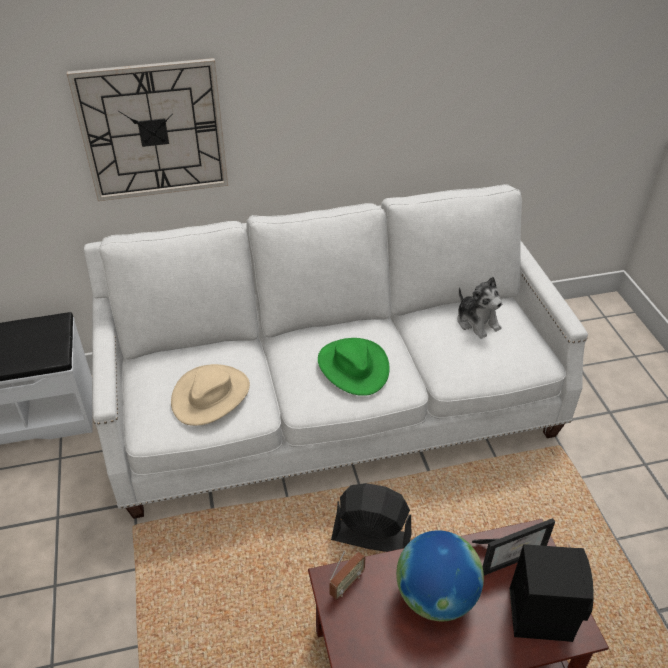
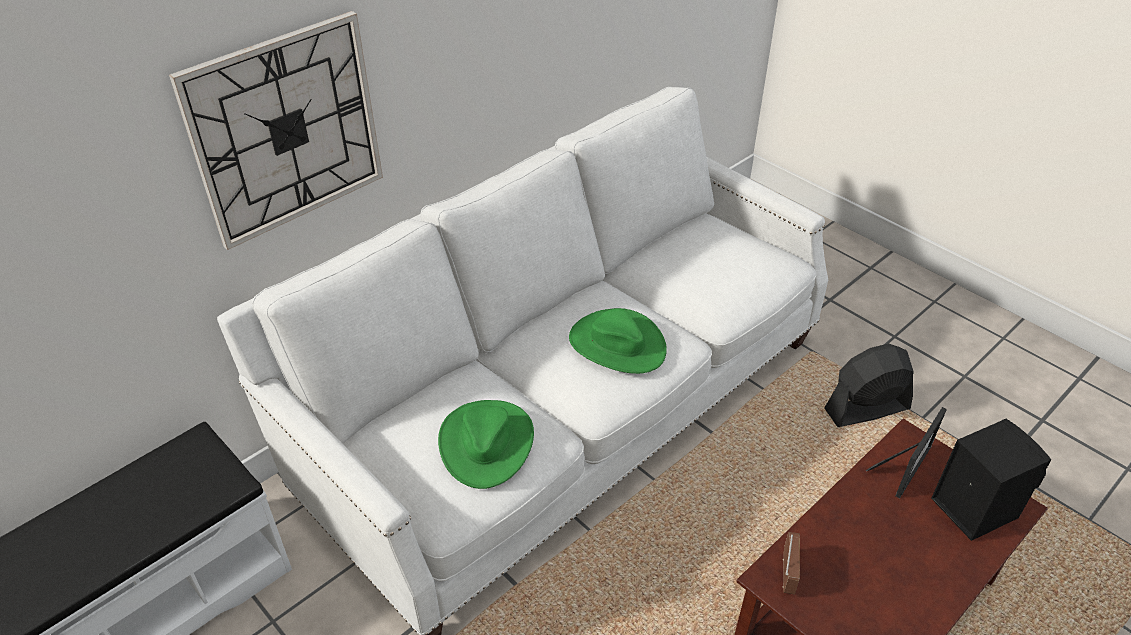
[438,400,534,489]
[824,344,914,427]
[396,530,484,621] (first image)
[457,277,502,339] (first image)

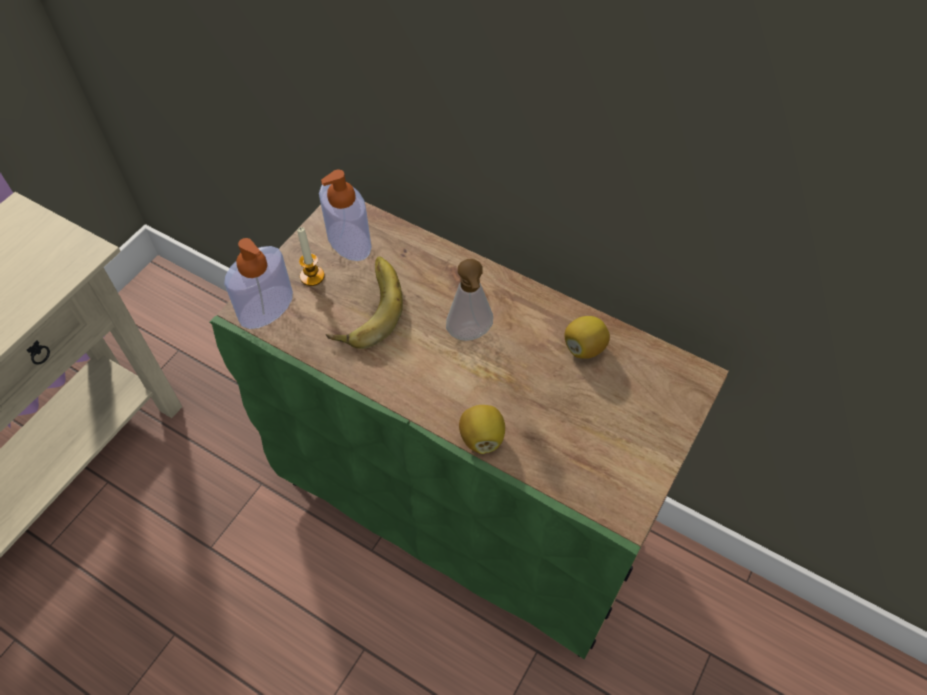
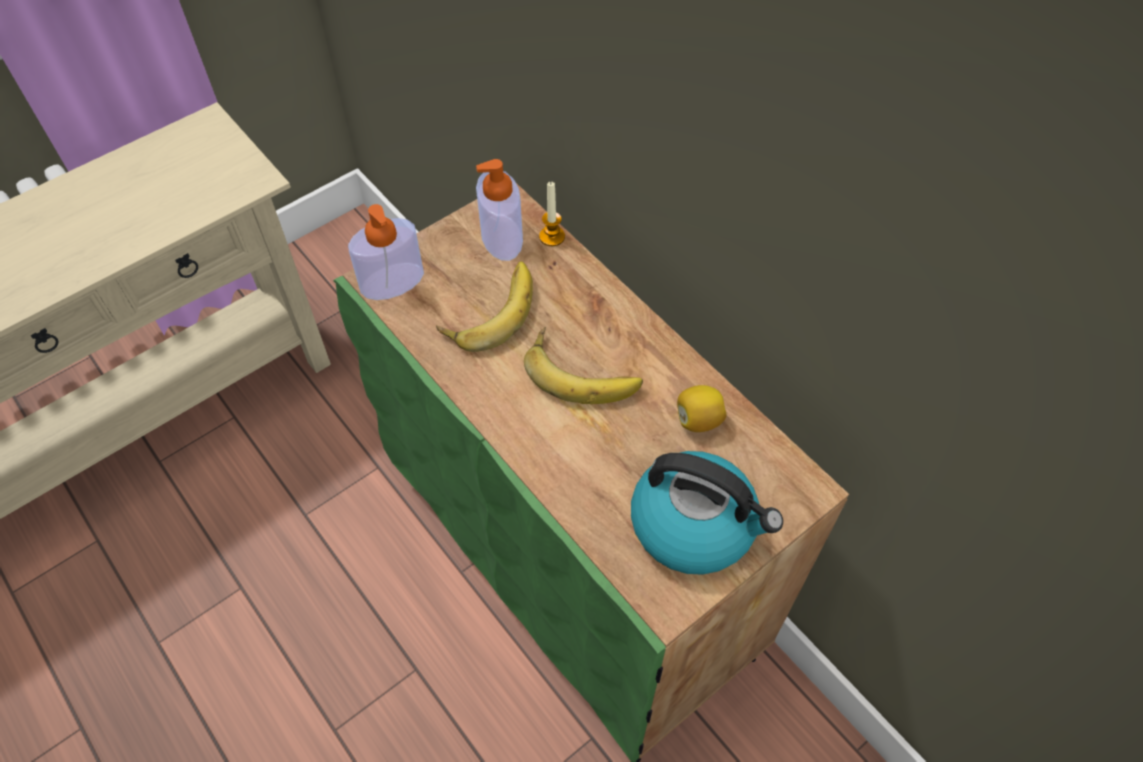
[539,182,565,246]
[524,327,643,404]
[459,405,505,454] (first image)
[631,451,783,575]

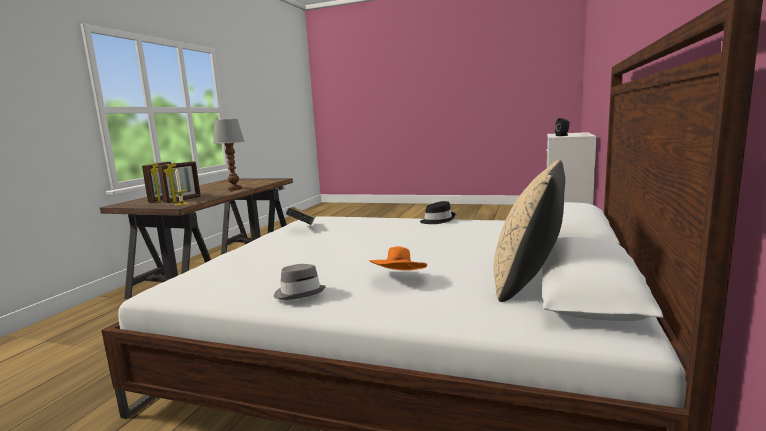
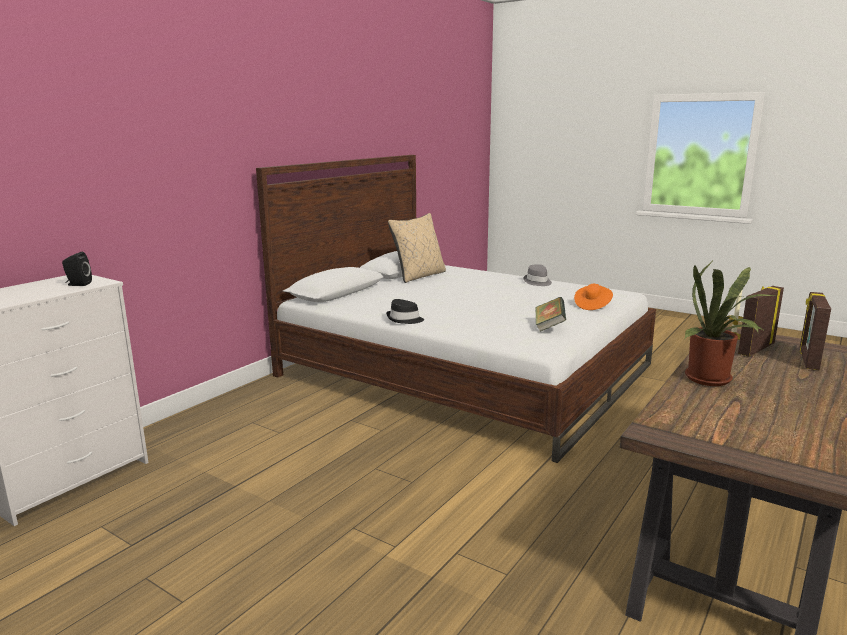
[685,258,775,386]
[574,284,613,310]

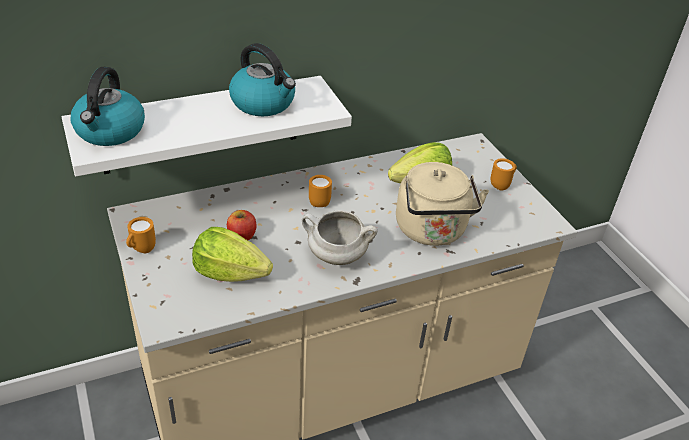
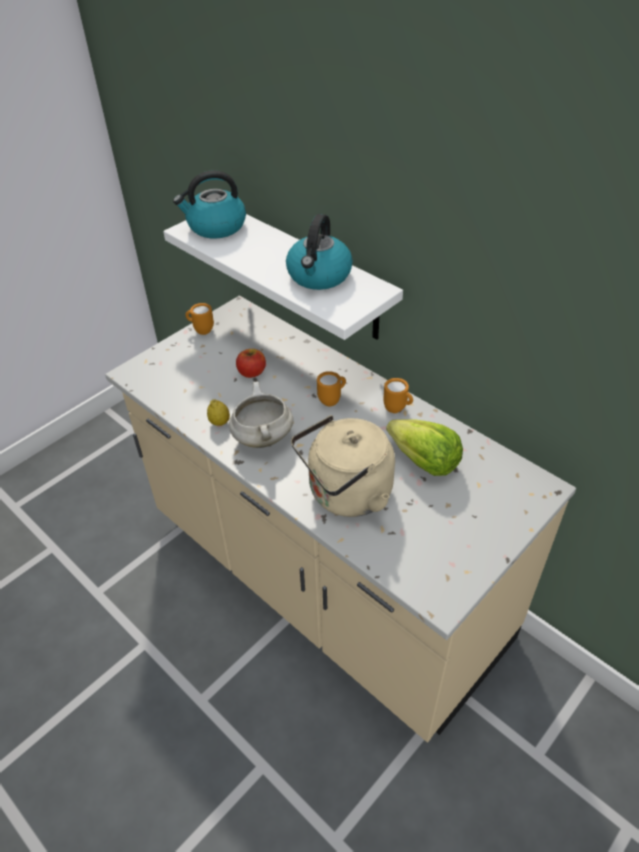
[192,227,273,282] (first image)
[384,378,413,413]
[207,399,230,426]

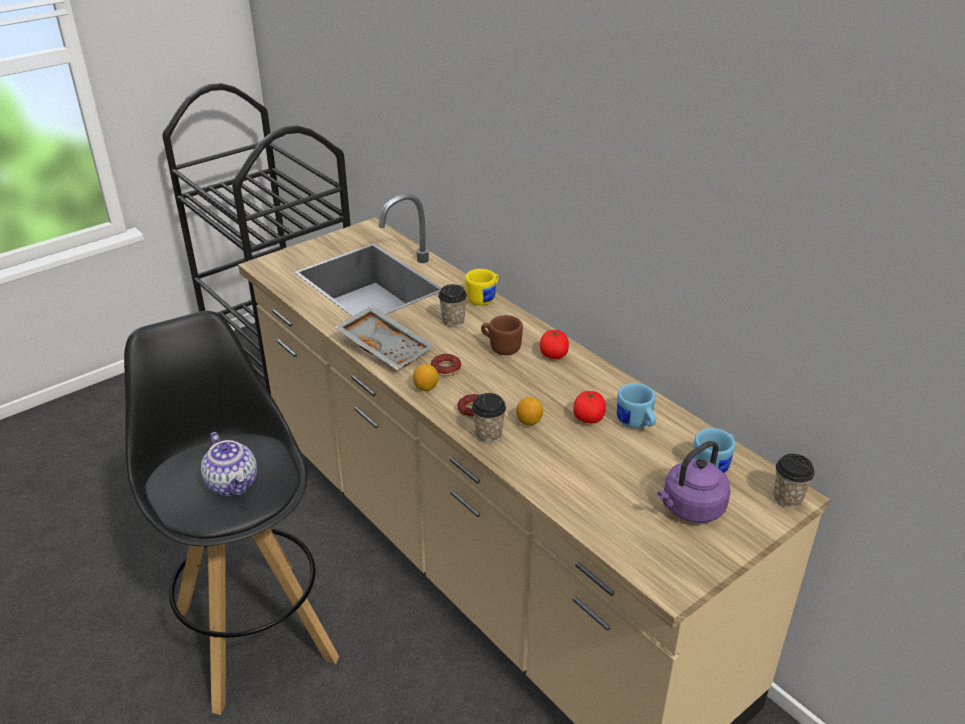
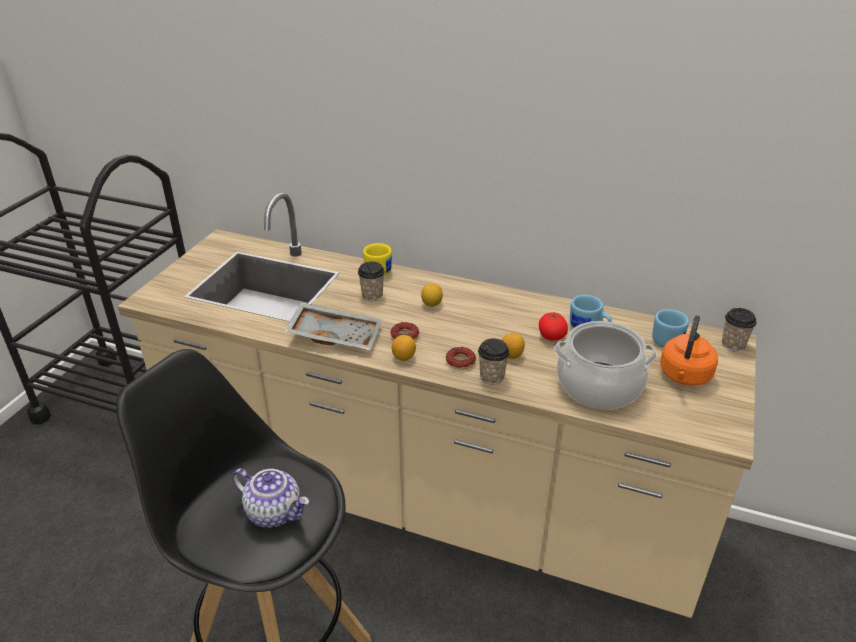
[421,283,443,307]
[540,330,569,359] (first image)
[660,315,718,386]
[554,321,657,410]

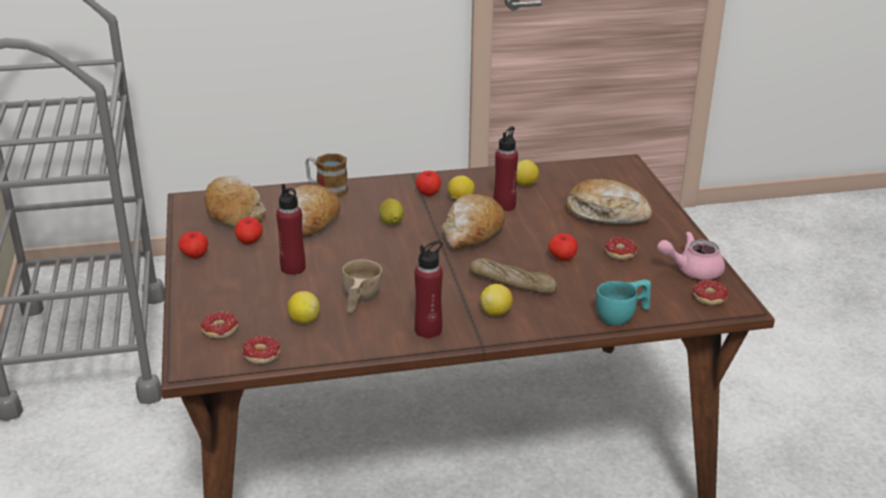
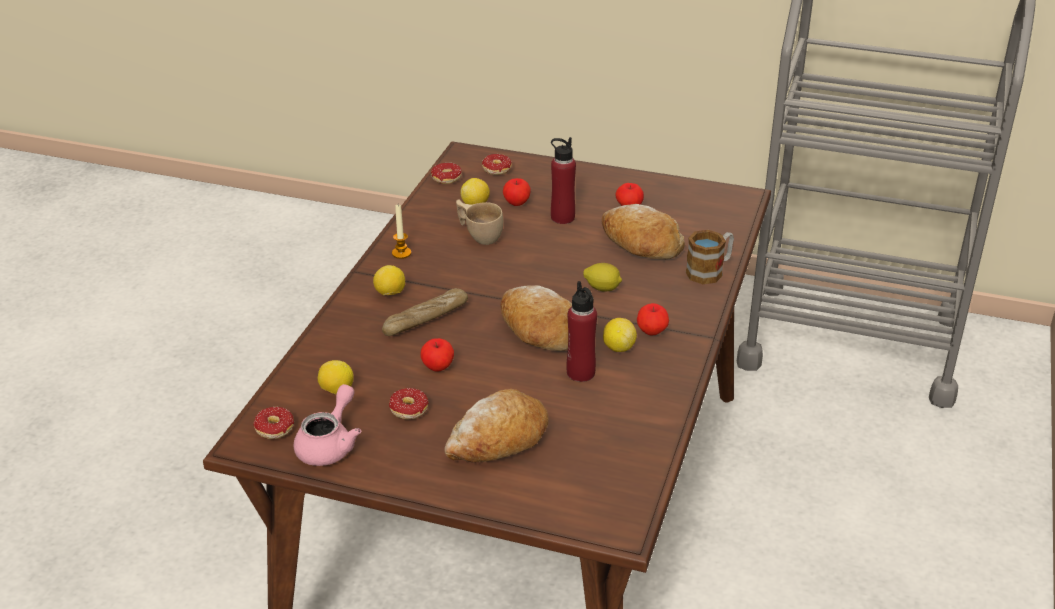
[503,178,531,206]
[204,176,266,228] (first image)
[392,205,411,259]
[318,360,354,394]
[596,279,651,325] (first image)

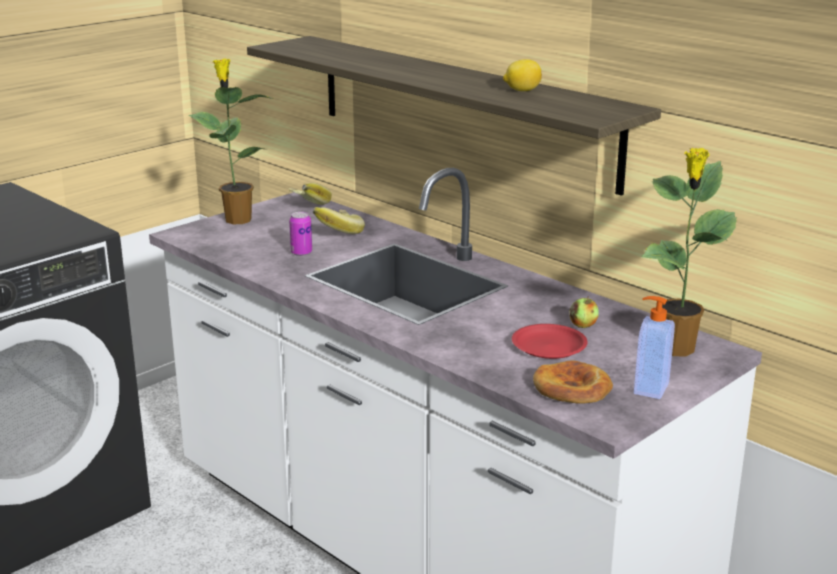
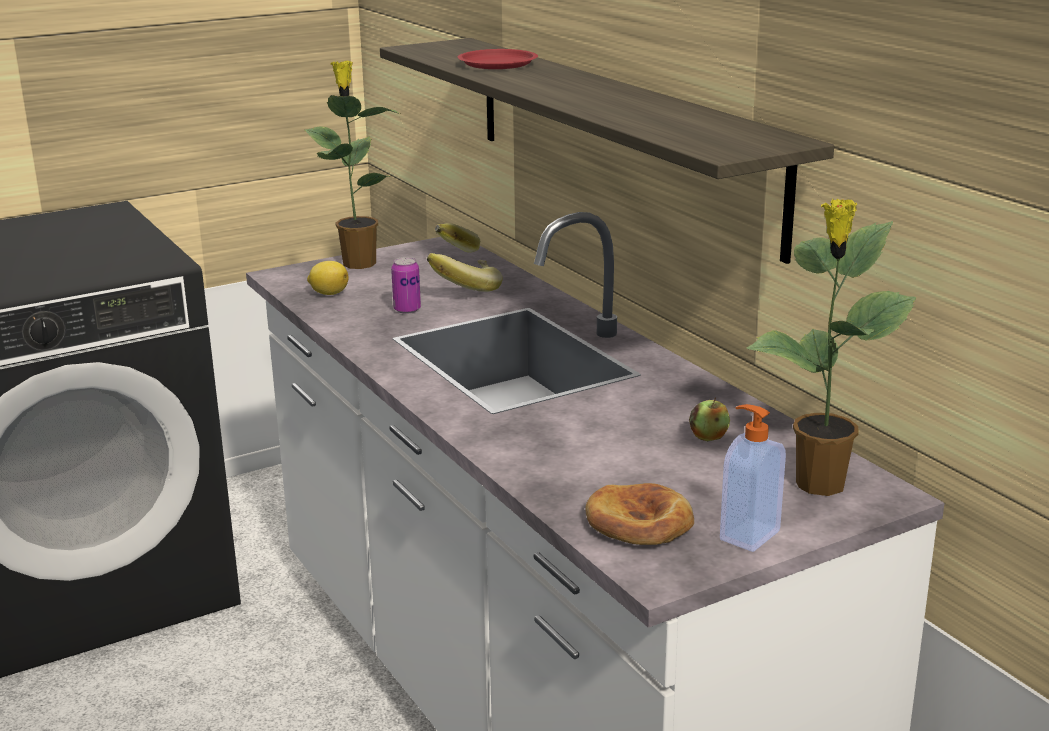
[307,261,349,295]
[457,49,538,69]

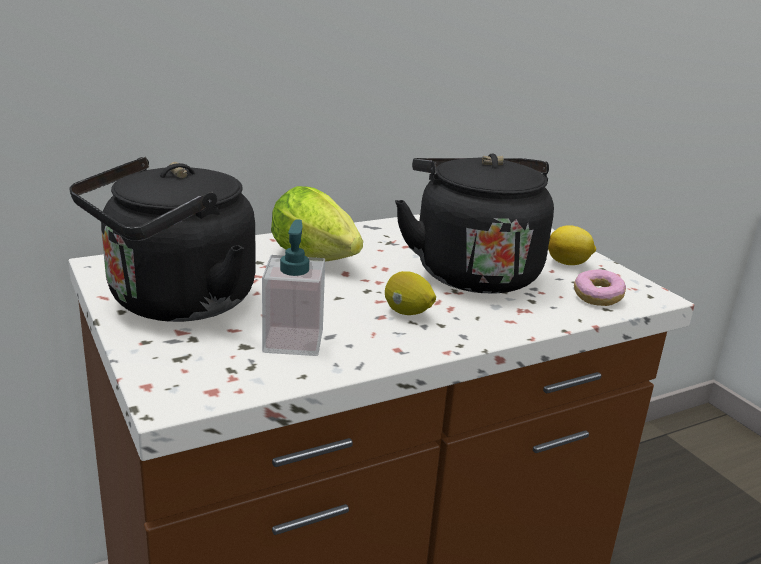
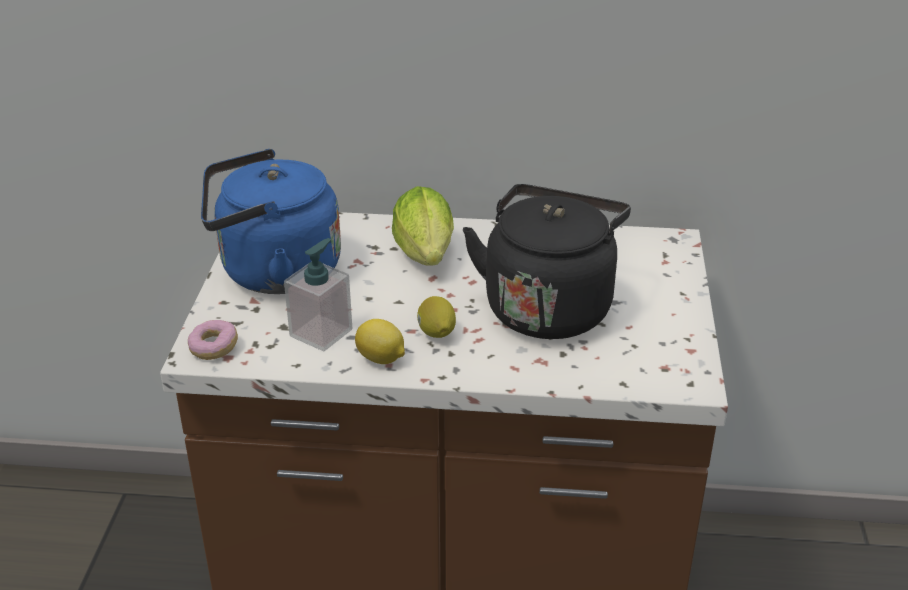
[201,149,341,294]
[355,319,405,364]
[188,320,238,360]

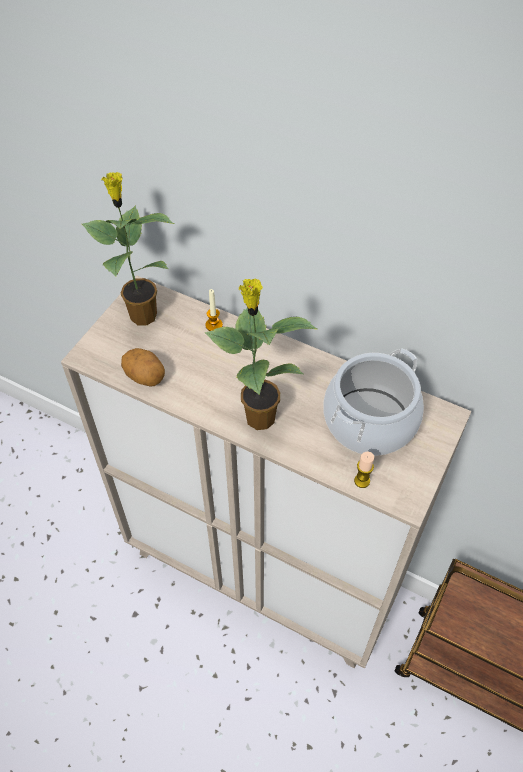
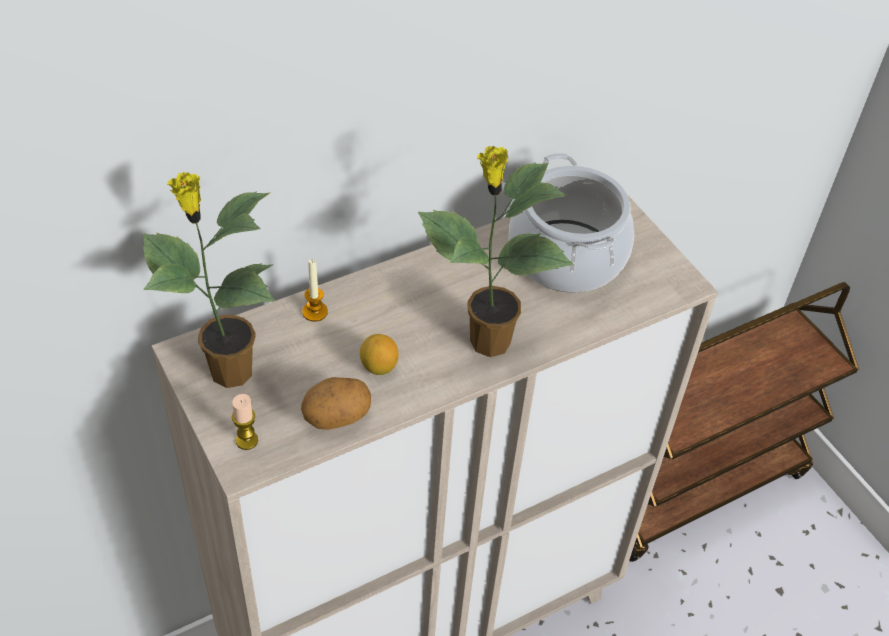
[232,394,258,450]
[360,334,399,375]

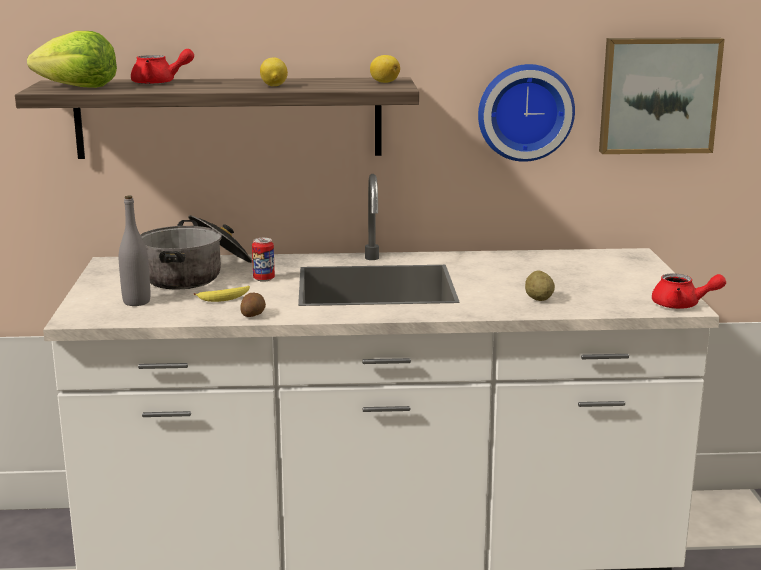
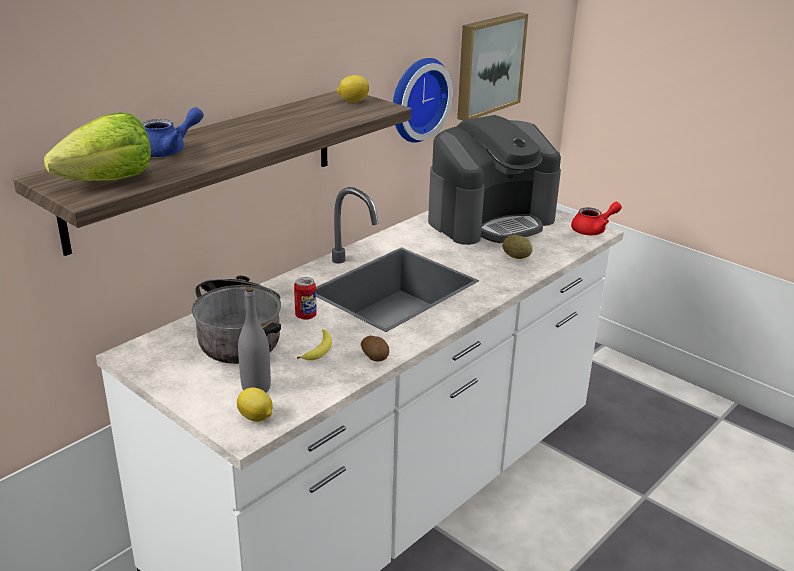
[142,107,204,157]
[237,387,273,422]
[428,115,561,245]

